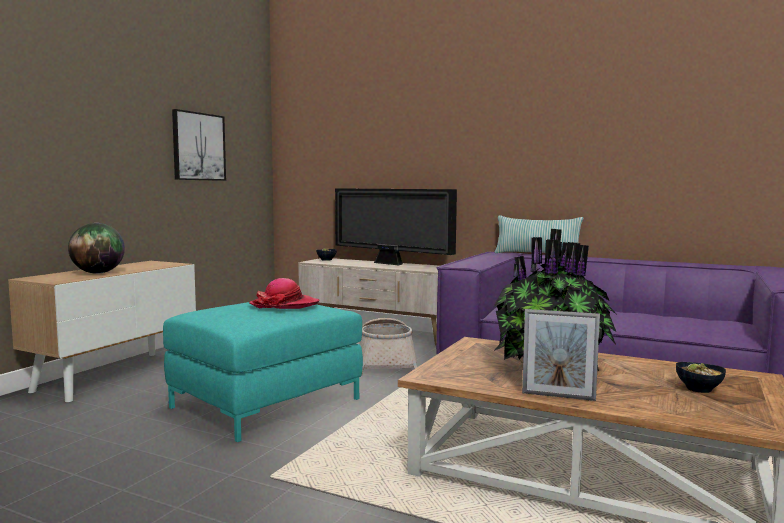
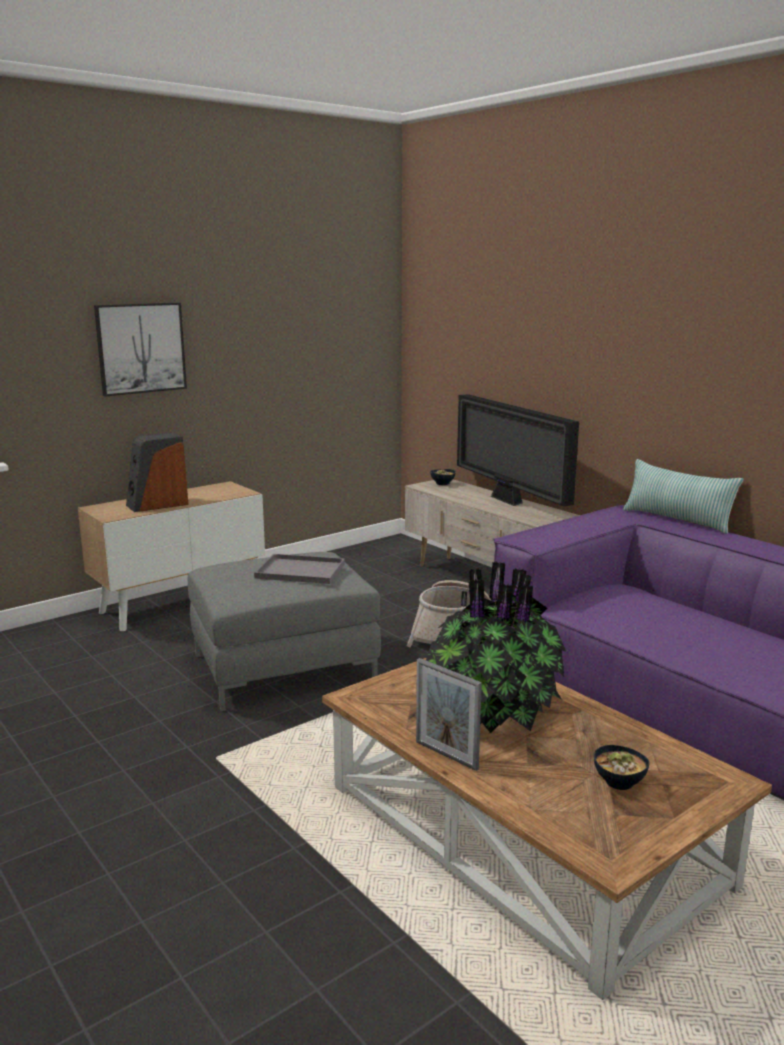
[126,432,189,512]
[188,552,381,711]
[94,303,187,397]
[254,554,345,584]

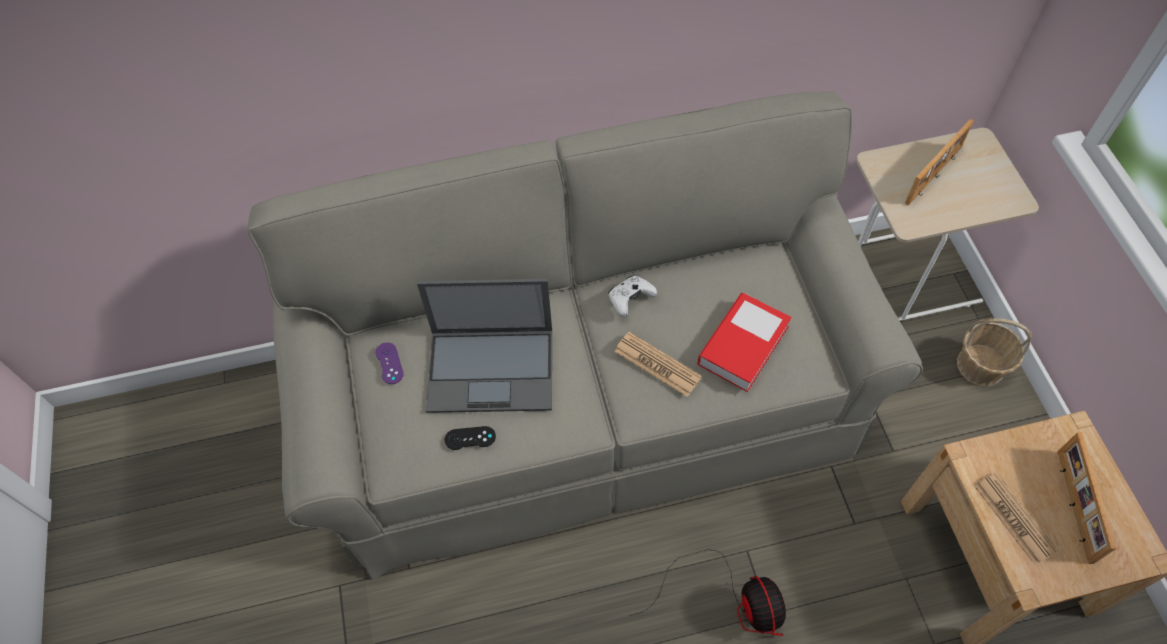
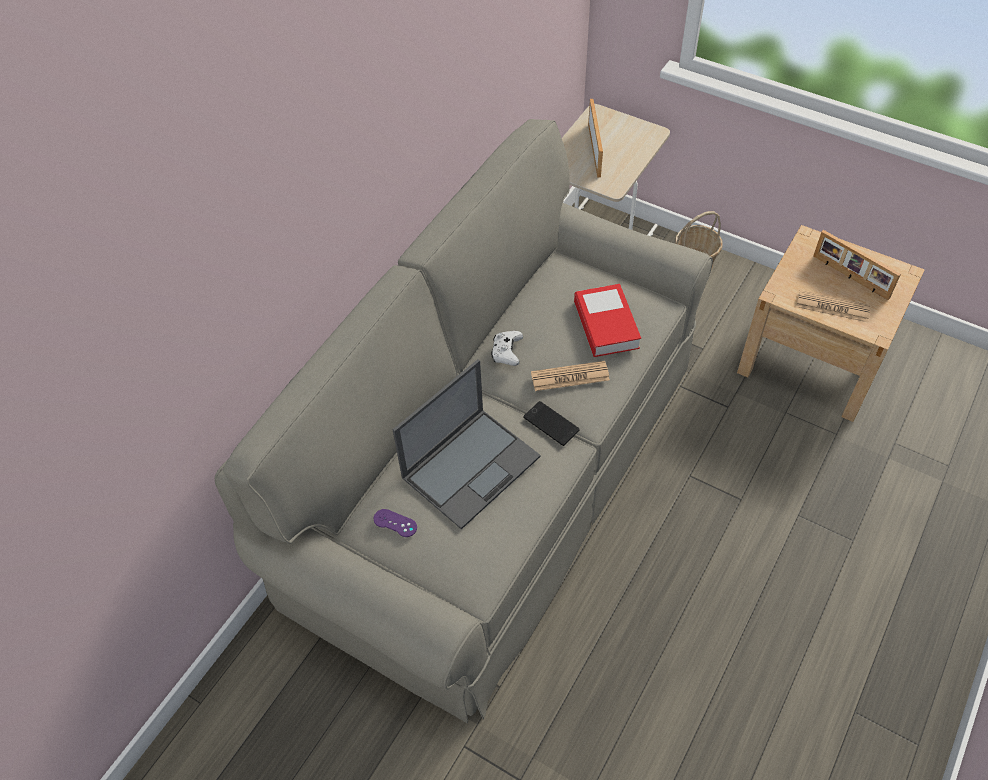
[445,426,496,450] (first image)
[629,549,786,636] (first image)
[524,401,579,446]

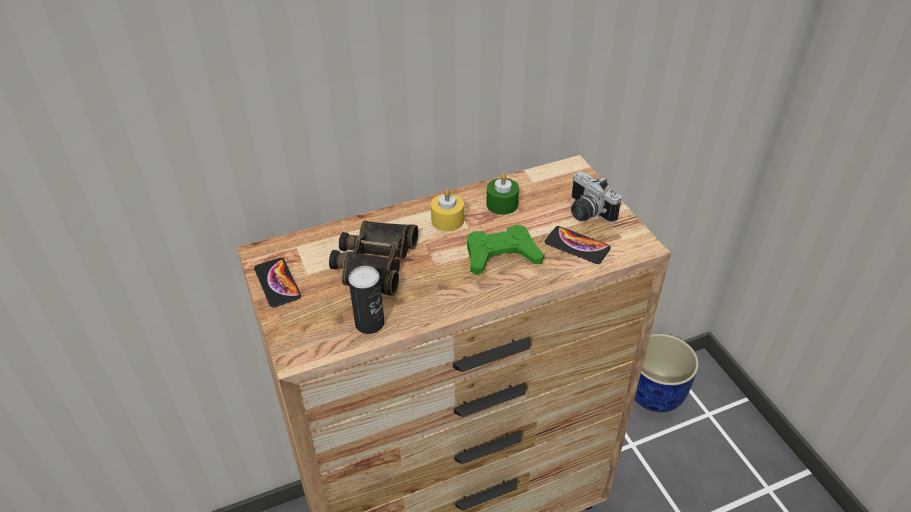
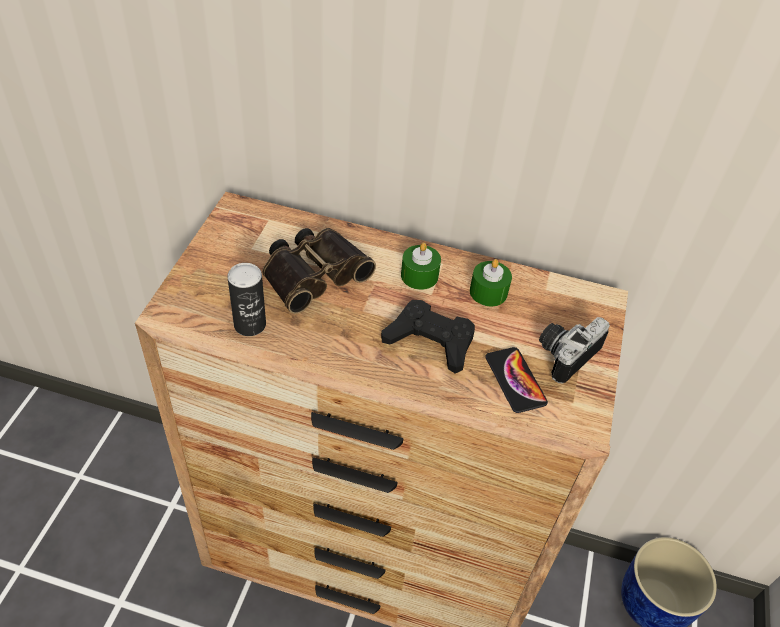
[254,258,301,308] (first image)
[401,242,441,290]
[381,300,475,374]
[539,317,610,383]

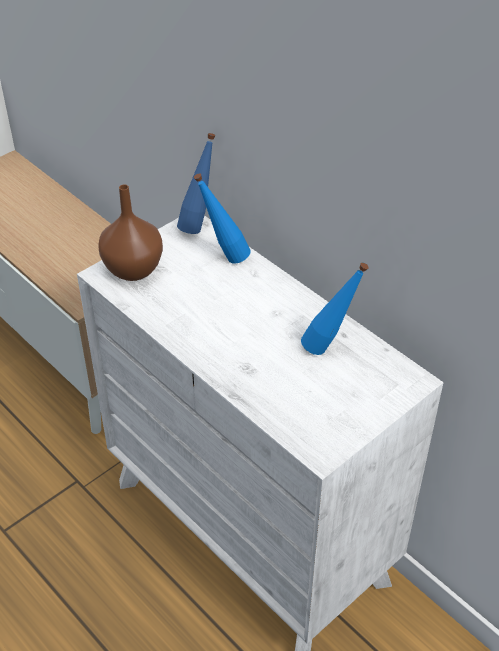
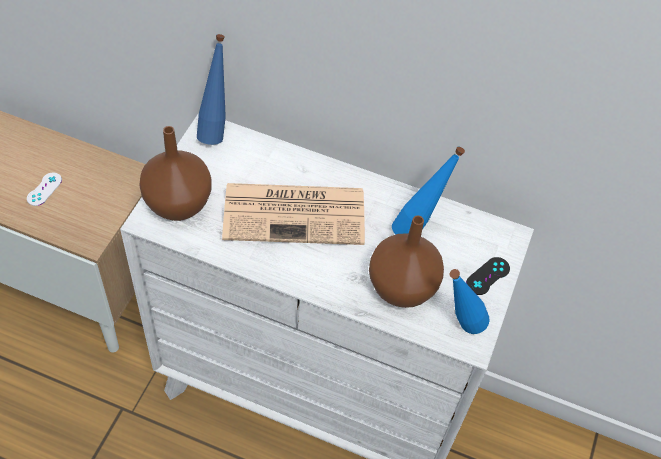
[450,269,489,334]
[27,173,62,206]
[222,183,365,245]
[369,216,444,308]
[466,257,510,295]

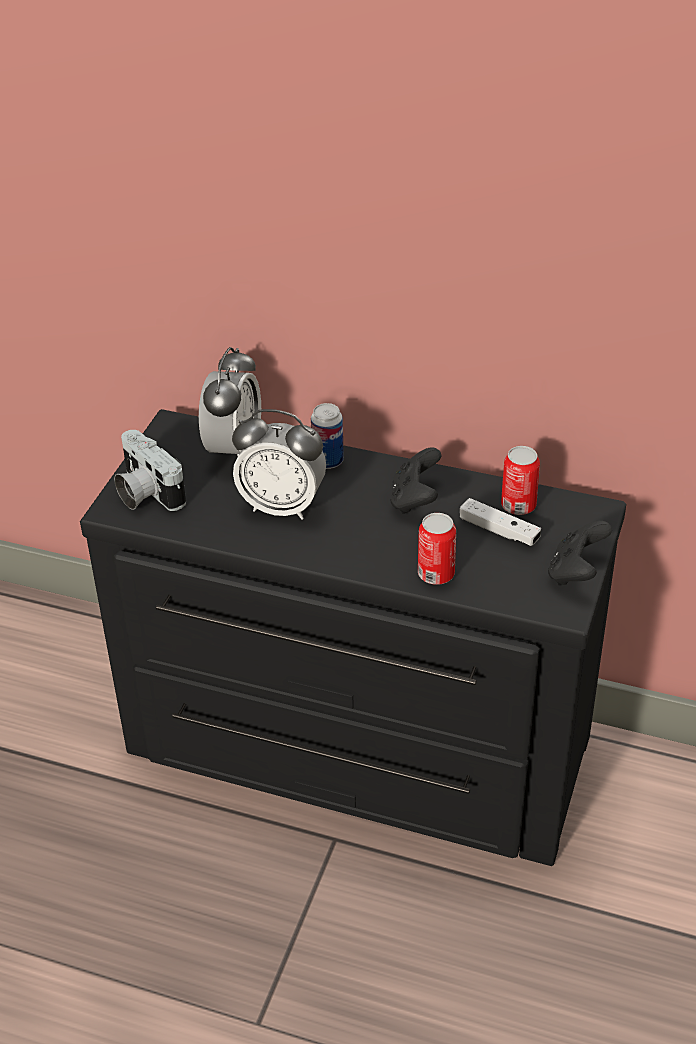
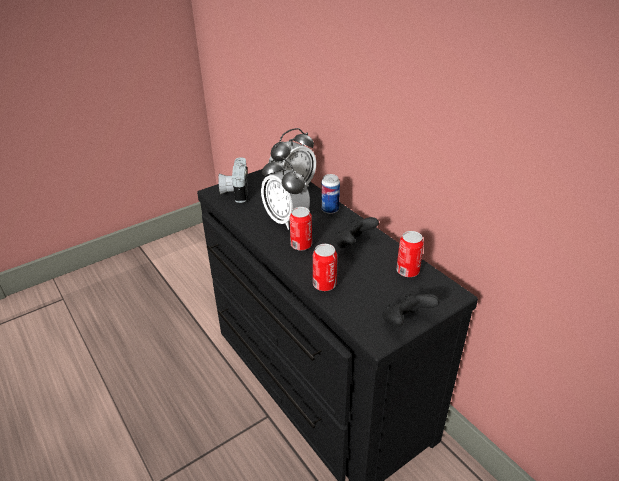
[460,498,541,546] (first image)
[290,207,312,251]

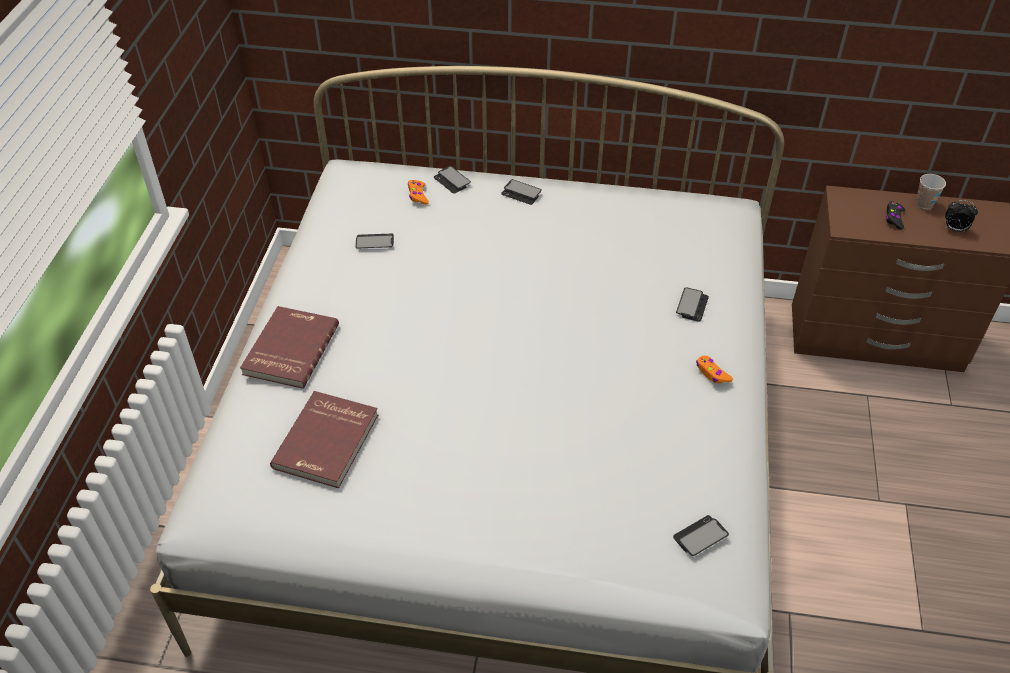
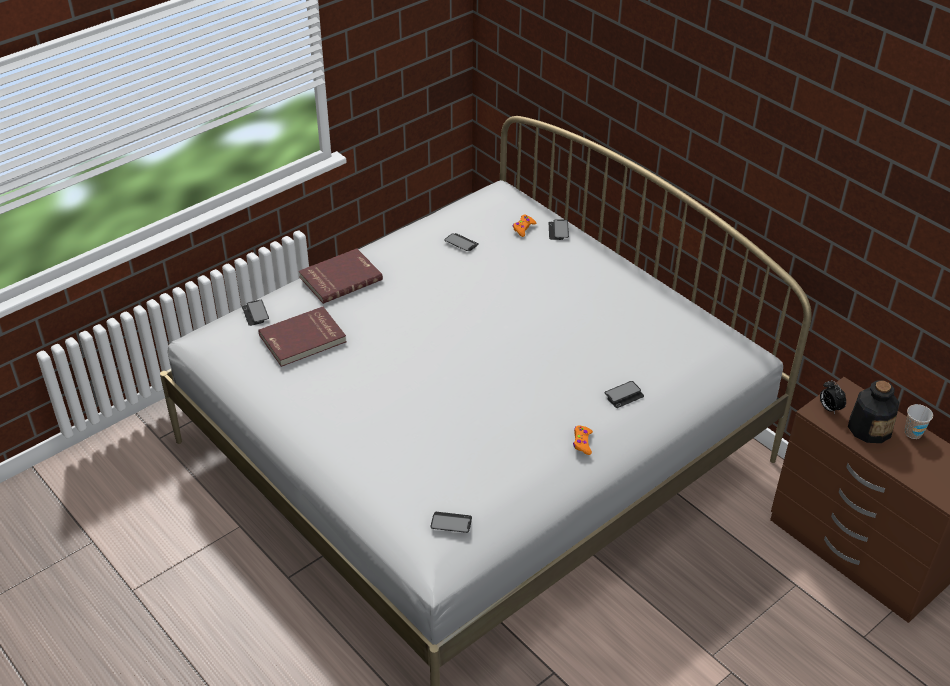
[242,300,269,326]
[848,380,899,443]
[820,380,846,414]

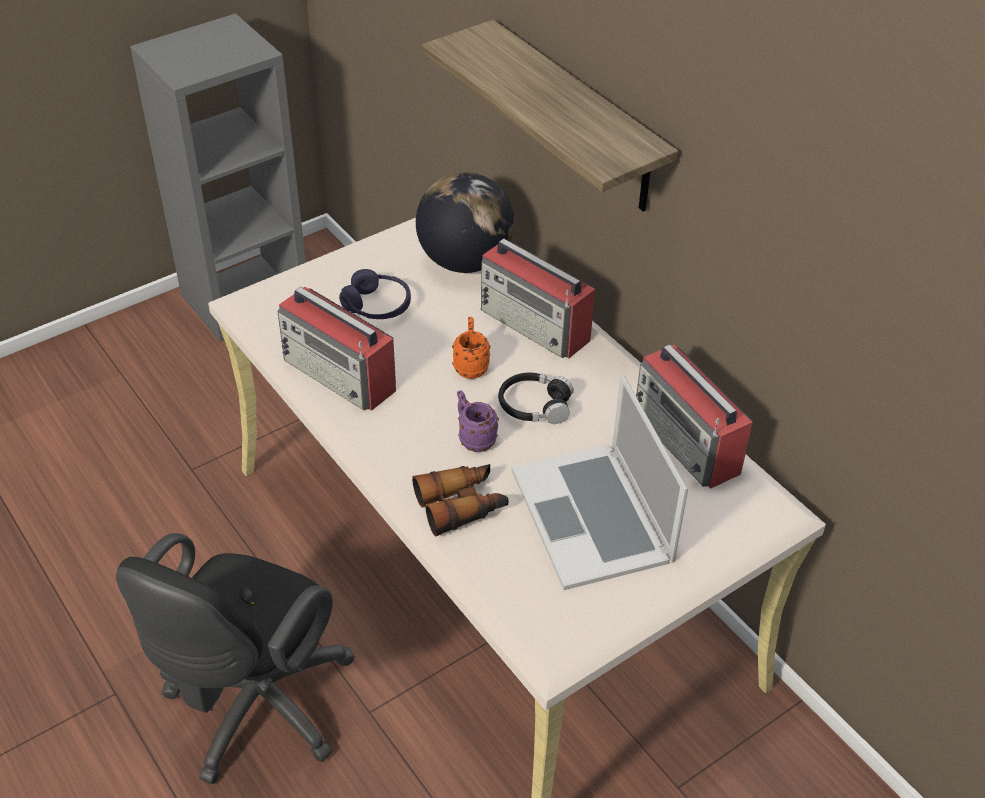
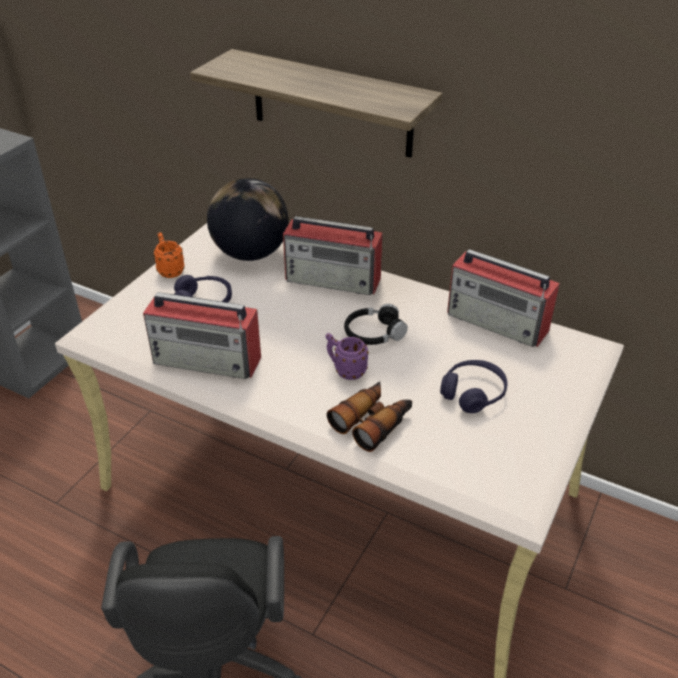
[154,232,184,278]
[440,360,507,413]

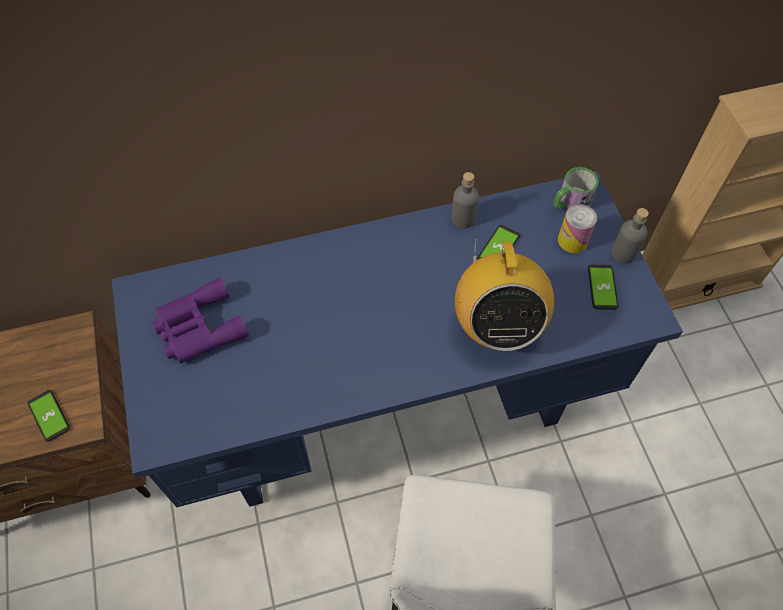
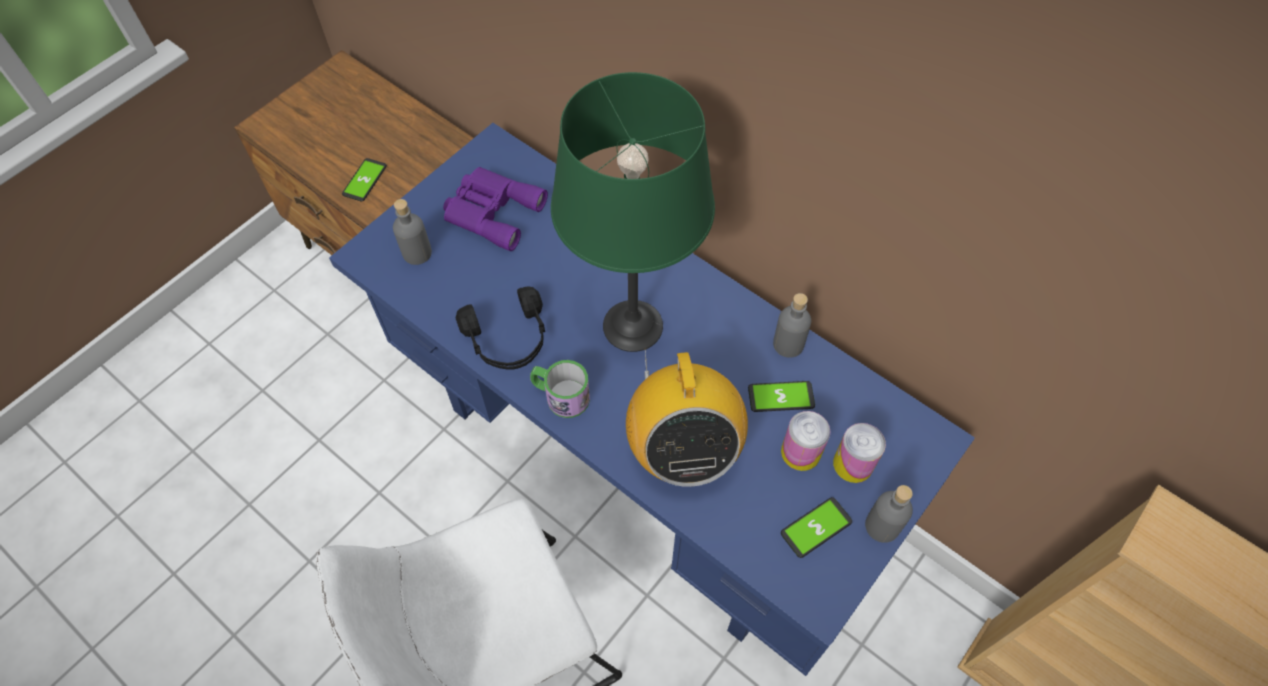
[626,348,748,487]
[530,360,590,418]
[393,199,432,265]
[456,286,545,370]
[551,72,715,352]
[781,411,830,471]

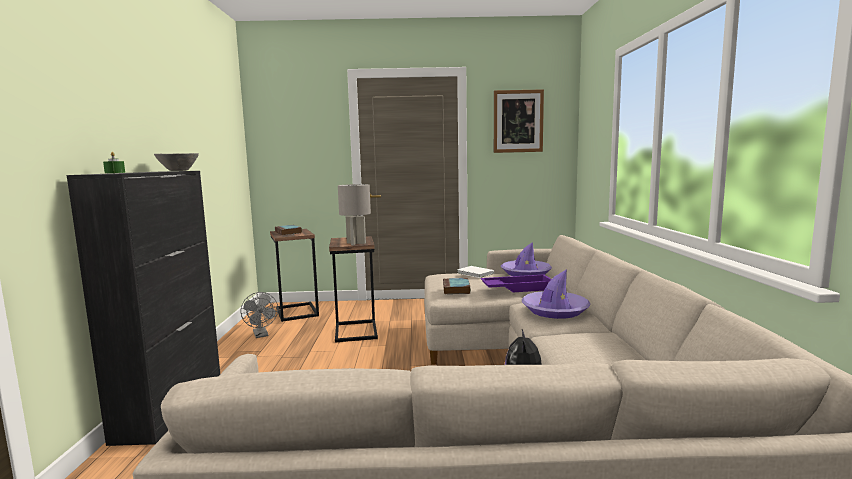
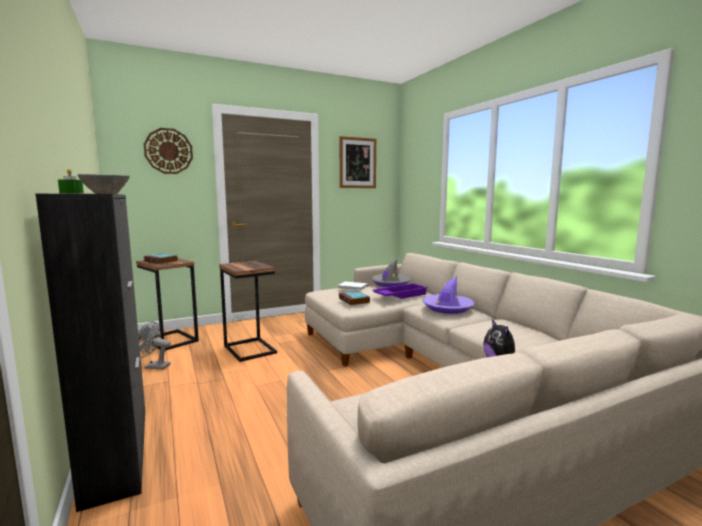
[138,322,171,370]
[338,184,371,245] (first image)
[371,259,411,287]
[144,128,193,174]

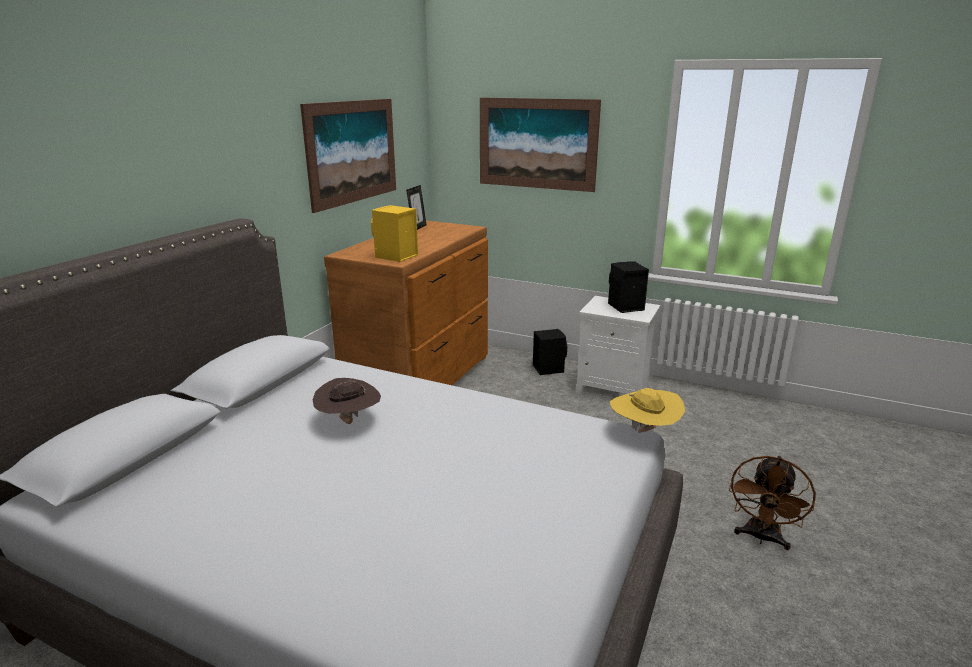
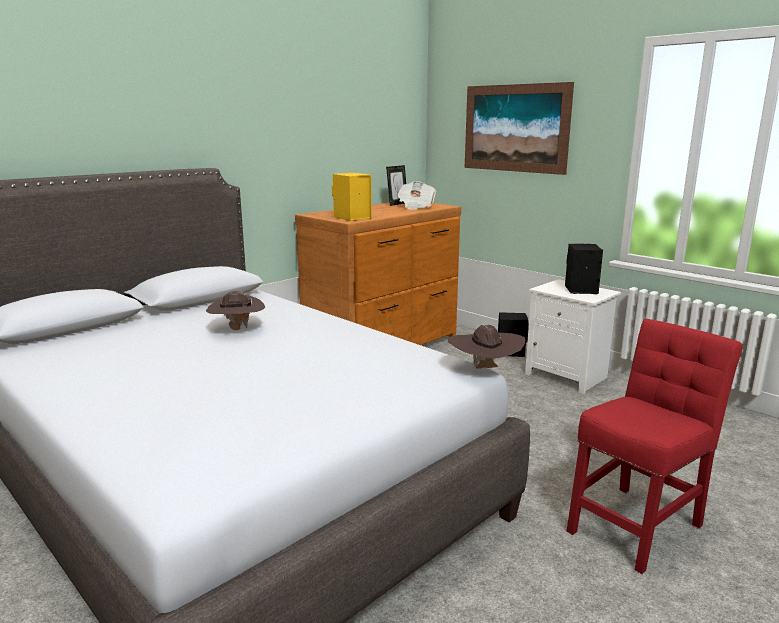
[300,99,396,213] (first image)
[448,325,525,369]
[567,319,743,574]
[397,181,436,210]

